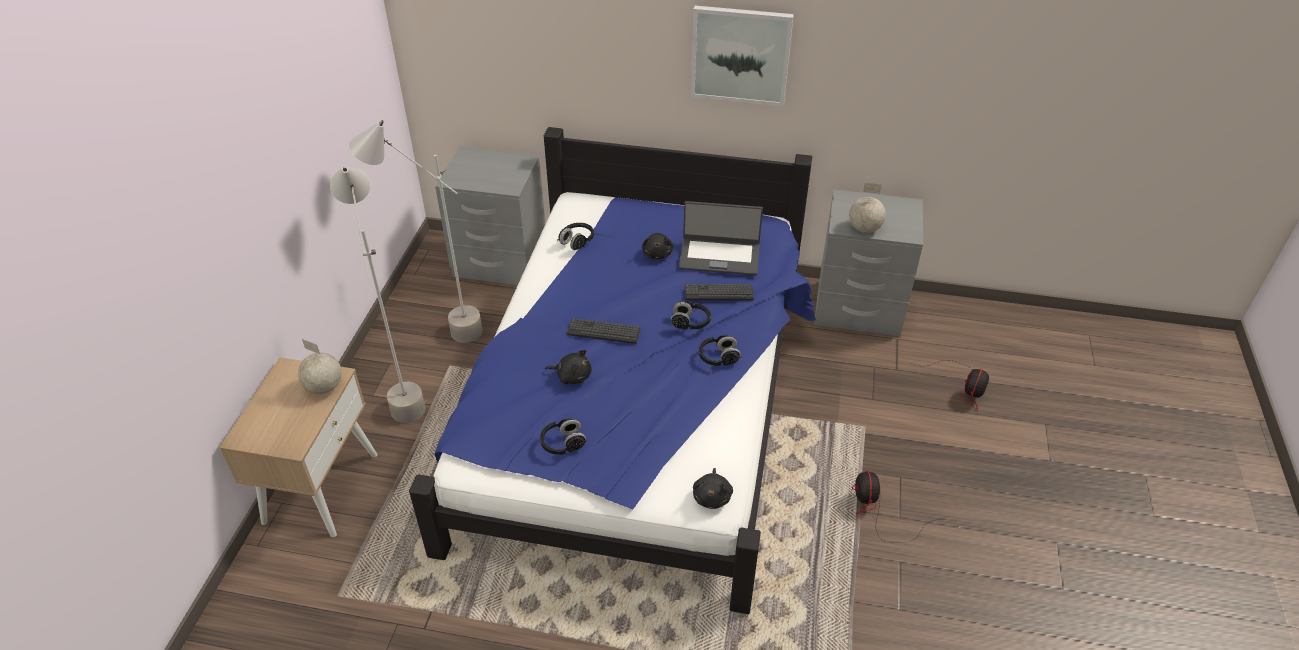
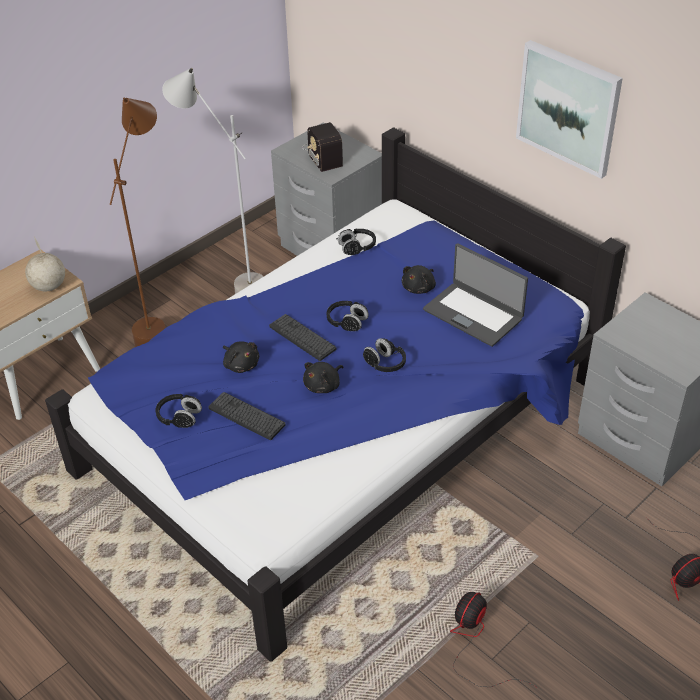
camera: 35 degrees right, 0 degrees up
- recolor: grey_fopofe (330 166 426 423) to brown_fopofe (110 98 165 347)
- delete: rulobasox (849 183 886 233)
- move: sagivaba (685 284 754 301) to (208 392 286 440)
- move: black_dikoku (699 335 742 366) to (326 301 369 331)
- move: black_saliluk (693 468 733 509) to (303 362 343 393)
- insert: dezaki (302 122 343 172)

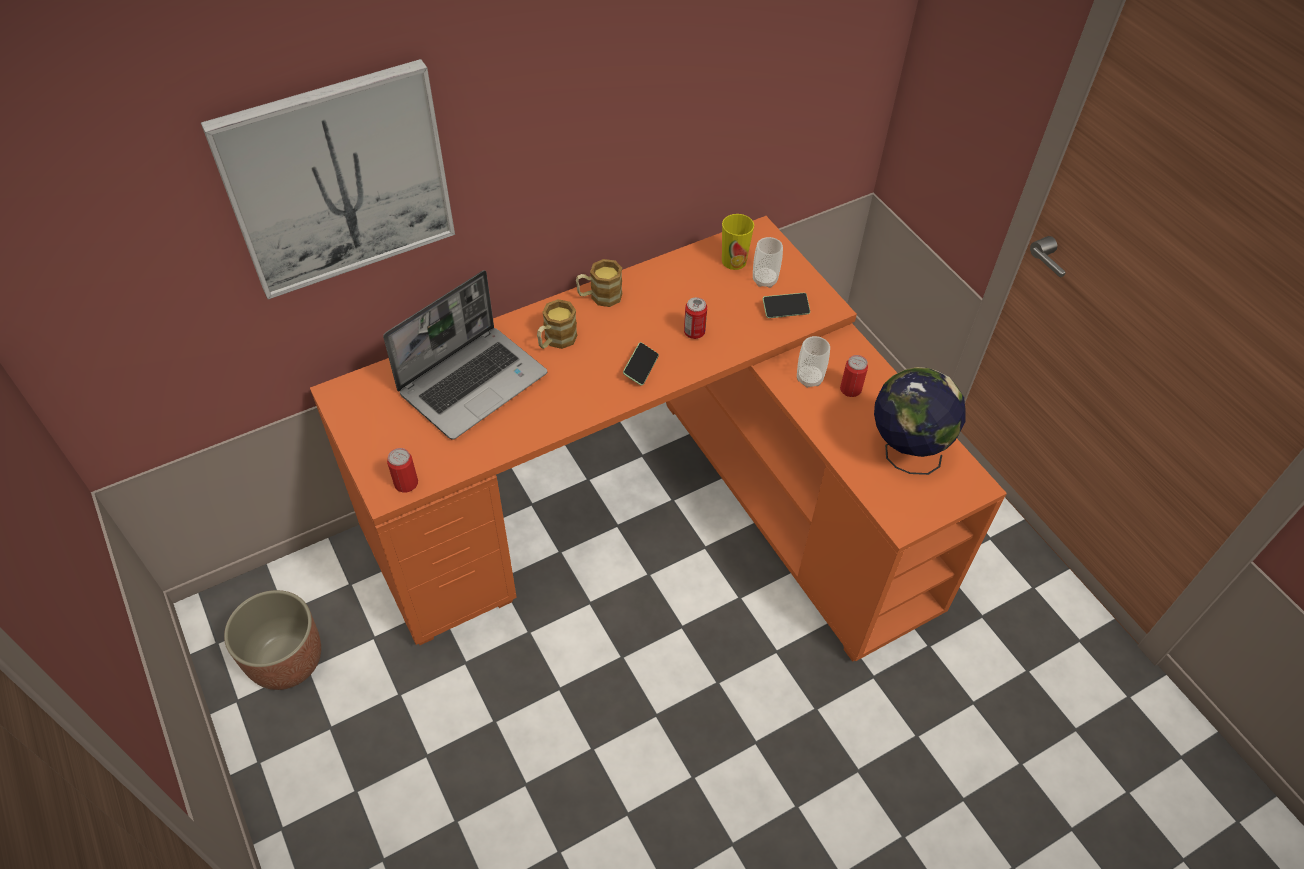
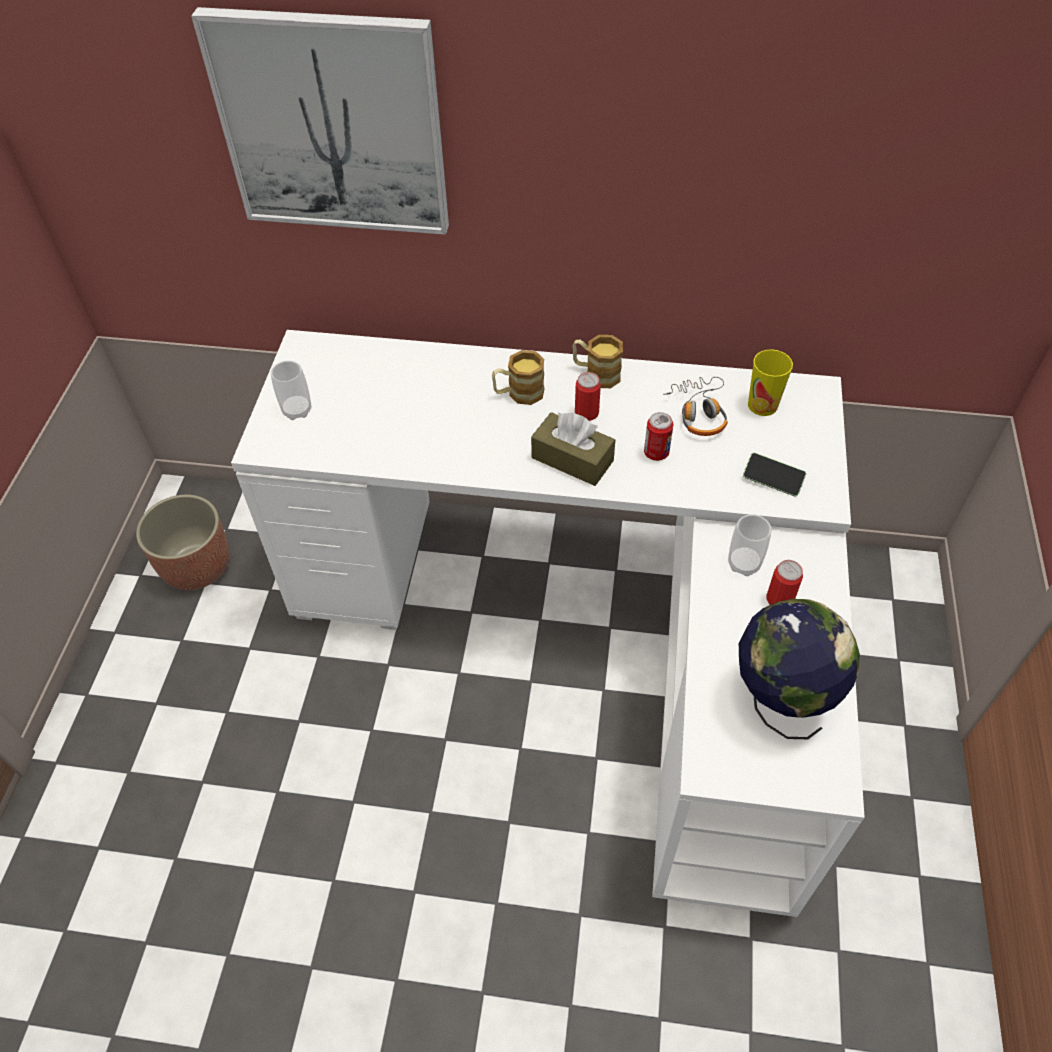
camera: 40 degrees right, 0 degrees up
- recolor: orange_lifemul (310 216 1007 662) to white_lifemul (231 330 864 917)
- move: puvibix (753 237 783 288) to (271 361 311 420)
- delete: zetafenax (383 270 547 440)
- replace: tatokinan (623 342 659 386) to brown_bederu (531 412 615 486)
- move: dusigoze (387 448 418 492) to (575 372 601 421)
- insert: dikoku (663 377 728 436)

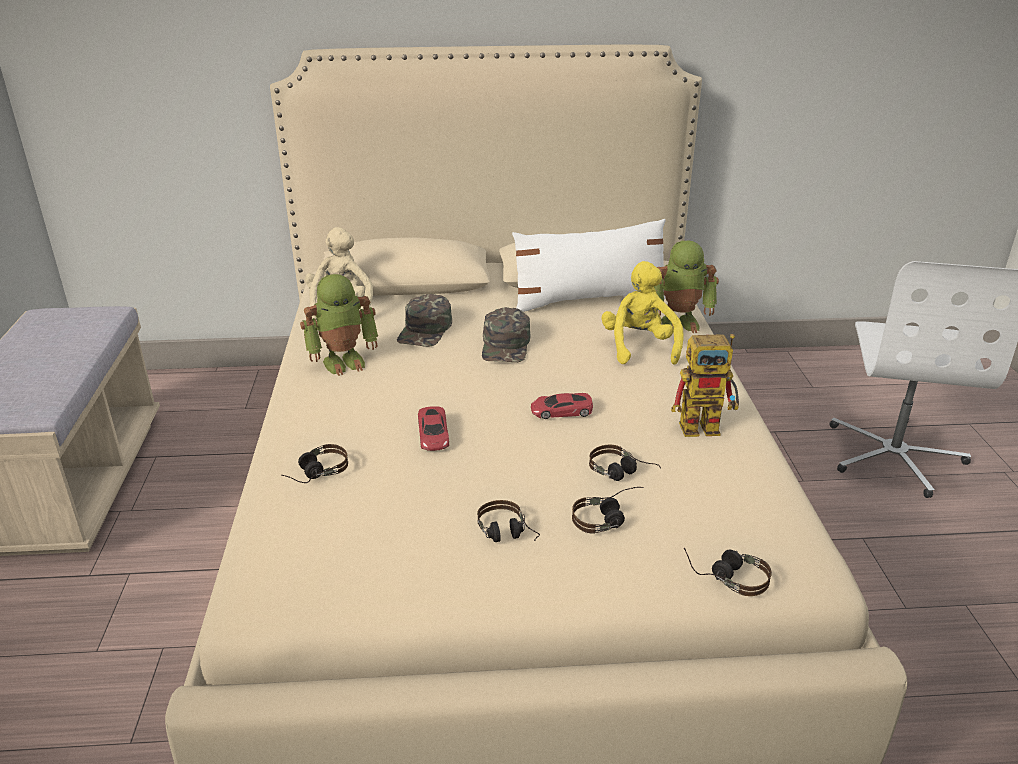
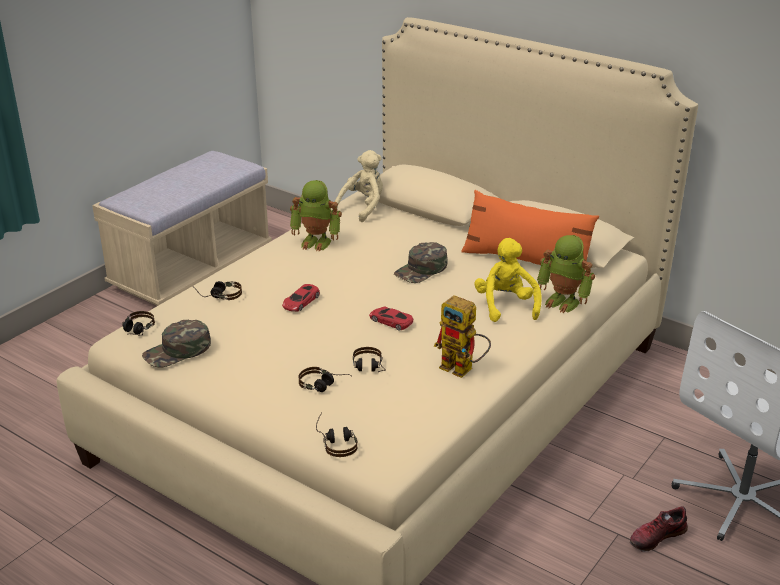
camera: 40 degrees right, 0 degrees up
- recolor: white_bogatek (512 219 666 312) to orange_bogatek (461 190 599 271)
- rotate: yellow_saliluk (602 261 684 365) = (474 238 542 322) 45 degrees counterclockwise
- move: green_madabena (397 294 452 347) to (142 320 211 367)
- move: dikoku (477 500 540 542) to (122 311 155 335)
- insert: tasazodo (630 506 688 552)

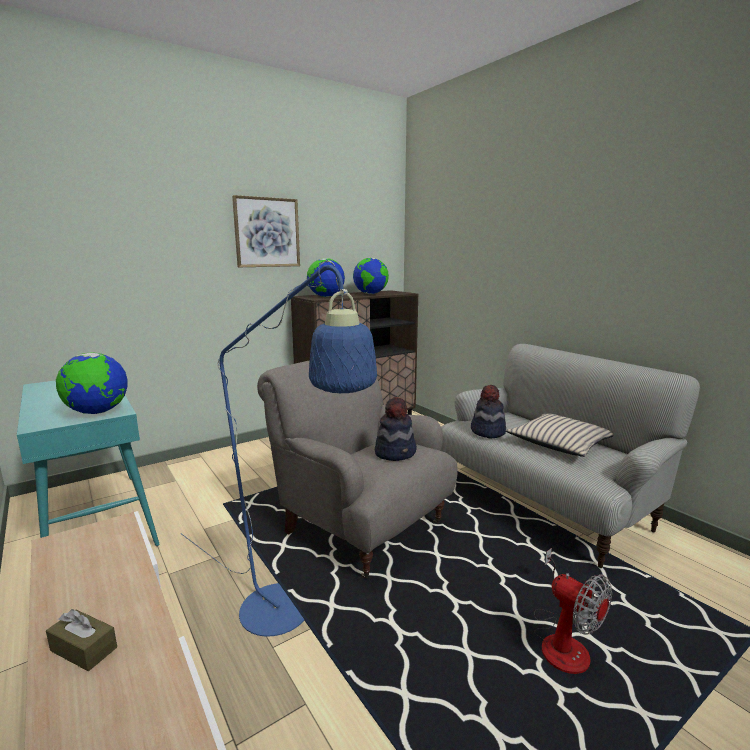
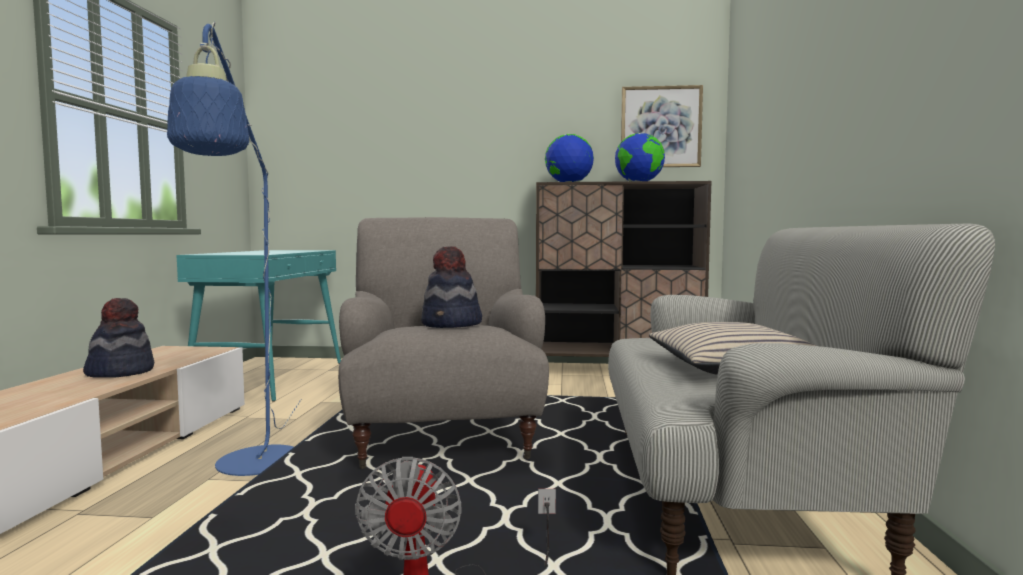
camera: 40 degrees right, 10 degrees down
- move: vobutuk (232 195 300 267) to (621 85 703 167)
- delete: rulobasox (56 352 128 414)
- move: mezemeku (471 385 506 438) to (83 298 154 378)
- delete: brown_bederu (46 609 117 671)

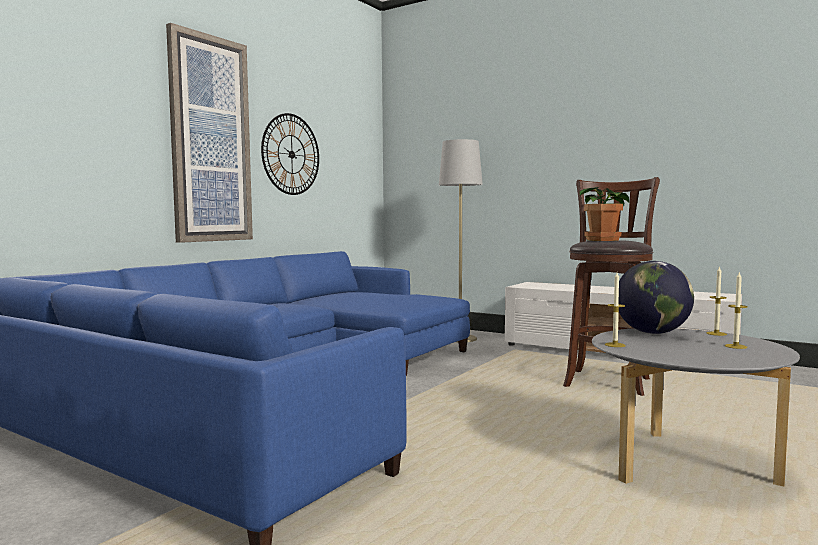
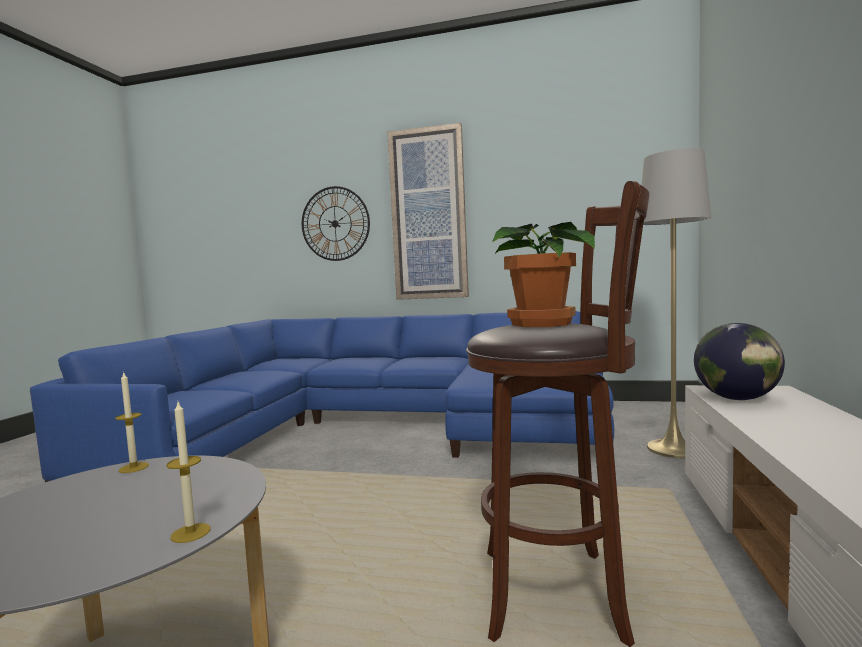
camera: 70 degrees right, 0 degrees up
- move: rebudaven (261 113 319 195) to (302 186 370 261)
- move: rulobasox (618 261 694 334) to (694 323 785 400)
- delete: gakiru (725 273 748 349)

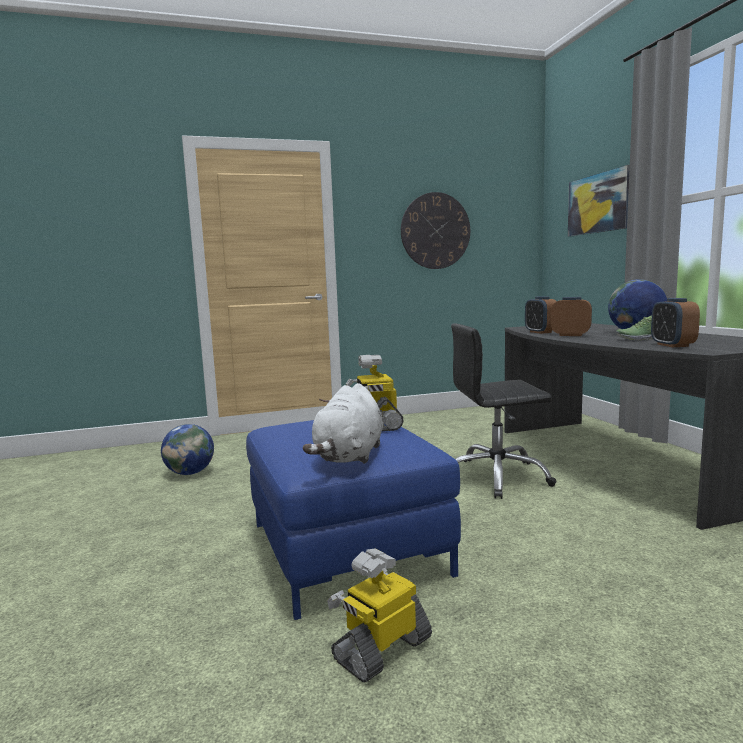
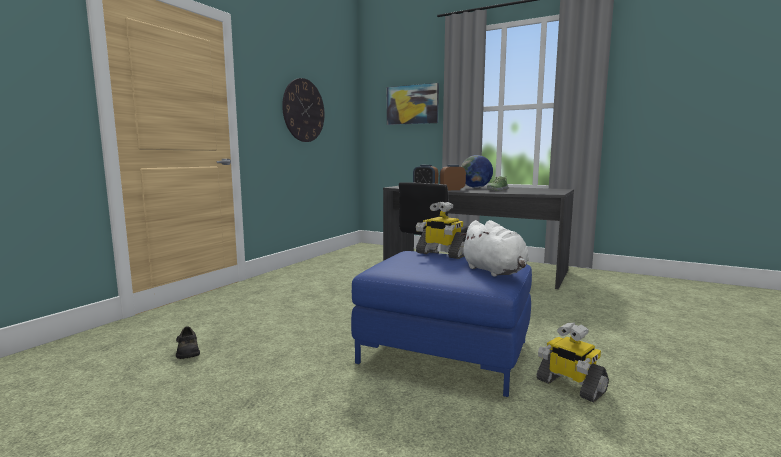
camera: 45 degrees left, 0 degrees up
- delete: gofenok (651 298 700 347)
- replace: rulobasox (161 424 214 475) to black_tasazodo (176 326 200 359)
- rotate: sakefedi (327 548 432 682) = (536 323 609 402) 45 degrees counterclockwise

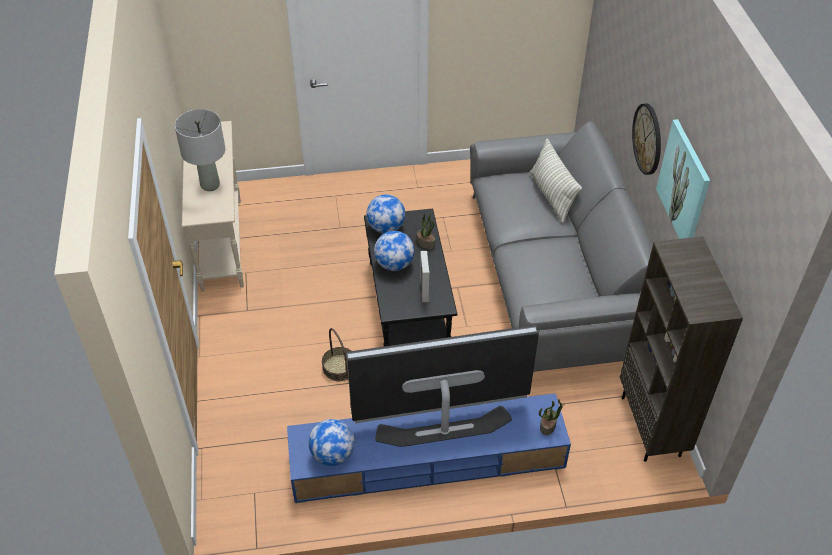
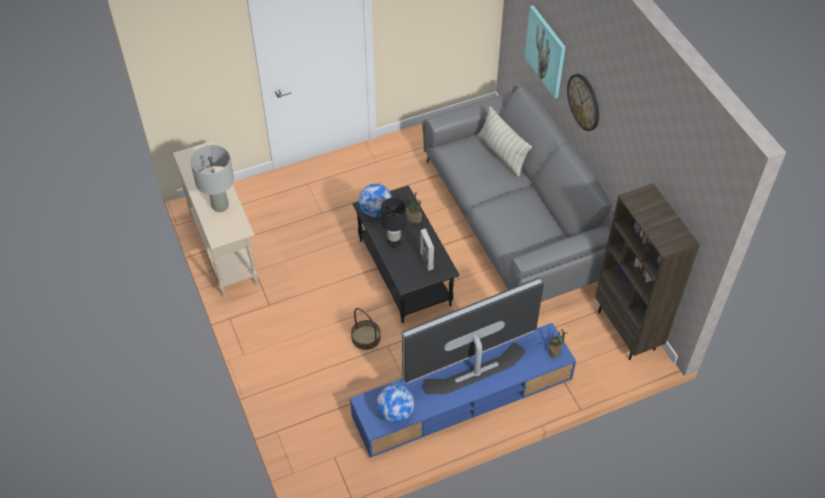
camera: 15 degrees left, 5 degrees up
- move: vobutuk (656 119 710 239) to (524 5 566 99)
- replace: rulobasox (374 231 414 271) to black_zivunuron (381 197 406 248)

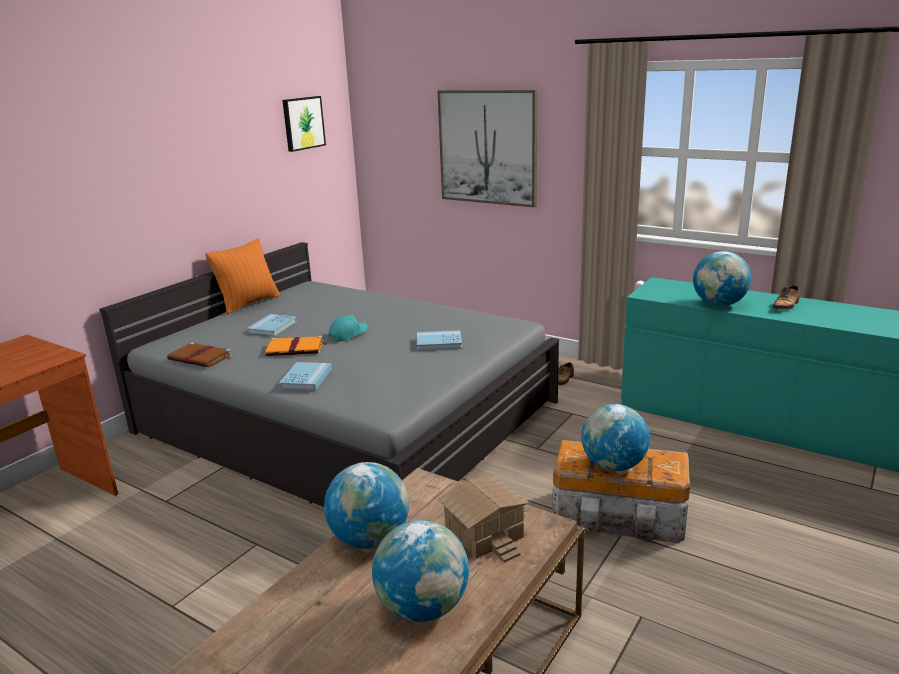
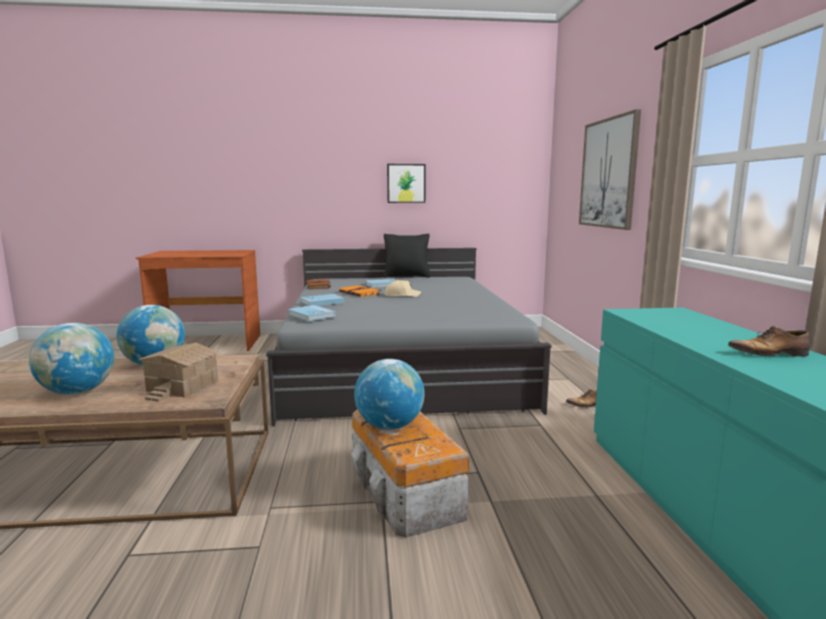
camera: 50 degrees right, 10 degrees down
- move: vobutuk (282 96 326 152) to (387 164 426 203)
- recolor: orange_bogatek (205 238 280 314) to black_bogatek (384 234 431 278)
- delete: rulobasox (693 251 751 306)
- recolor: turquoise_madabena (328 314 368 342) to beige_madabena (385 280 421 297)
- move: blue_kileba (417 330 462 351) to (288 305 336 322)

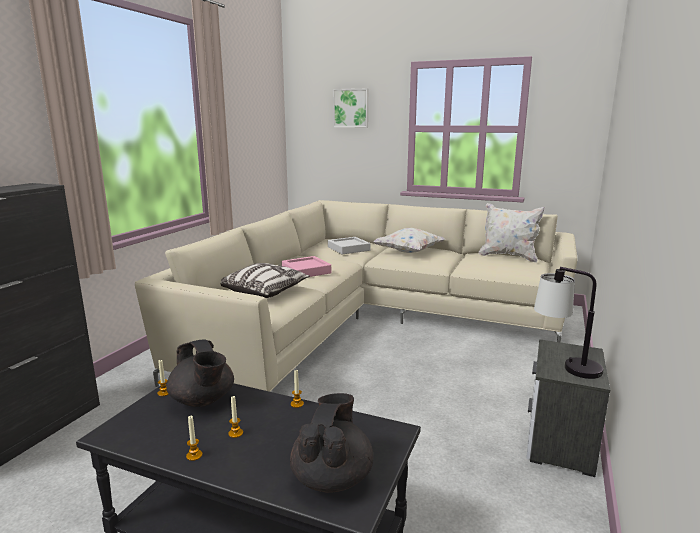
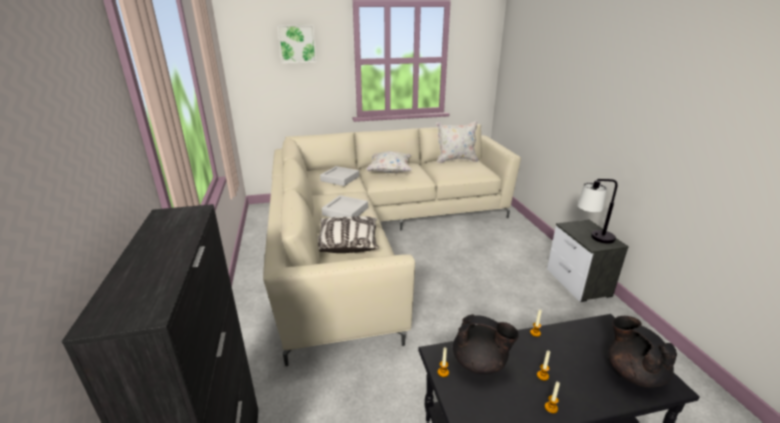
camera: 35 degrees left, 10 degrees up
- recolor: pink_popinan (282 256 331 277) to grey_popinan (322 195 368 217)

